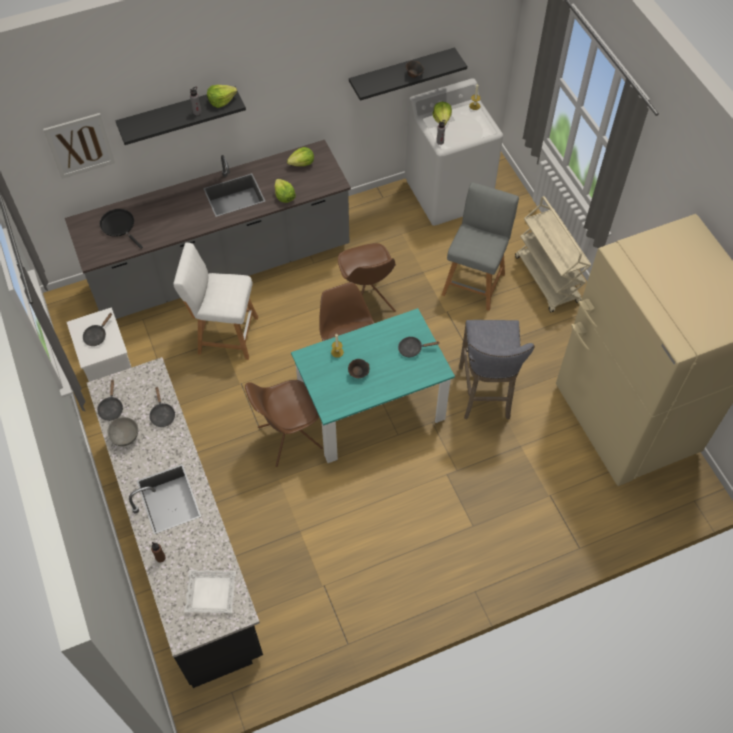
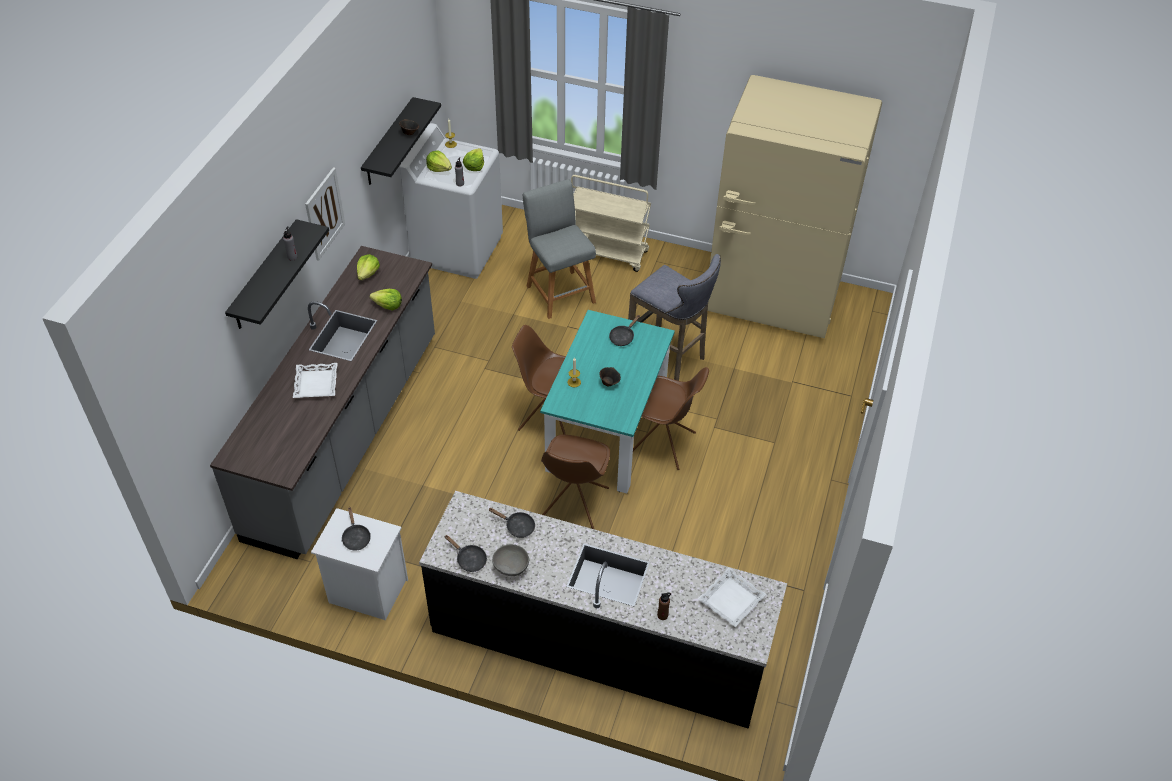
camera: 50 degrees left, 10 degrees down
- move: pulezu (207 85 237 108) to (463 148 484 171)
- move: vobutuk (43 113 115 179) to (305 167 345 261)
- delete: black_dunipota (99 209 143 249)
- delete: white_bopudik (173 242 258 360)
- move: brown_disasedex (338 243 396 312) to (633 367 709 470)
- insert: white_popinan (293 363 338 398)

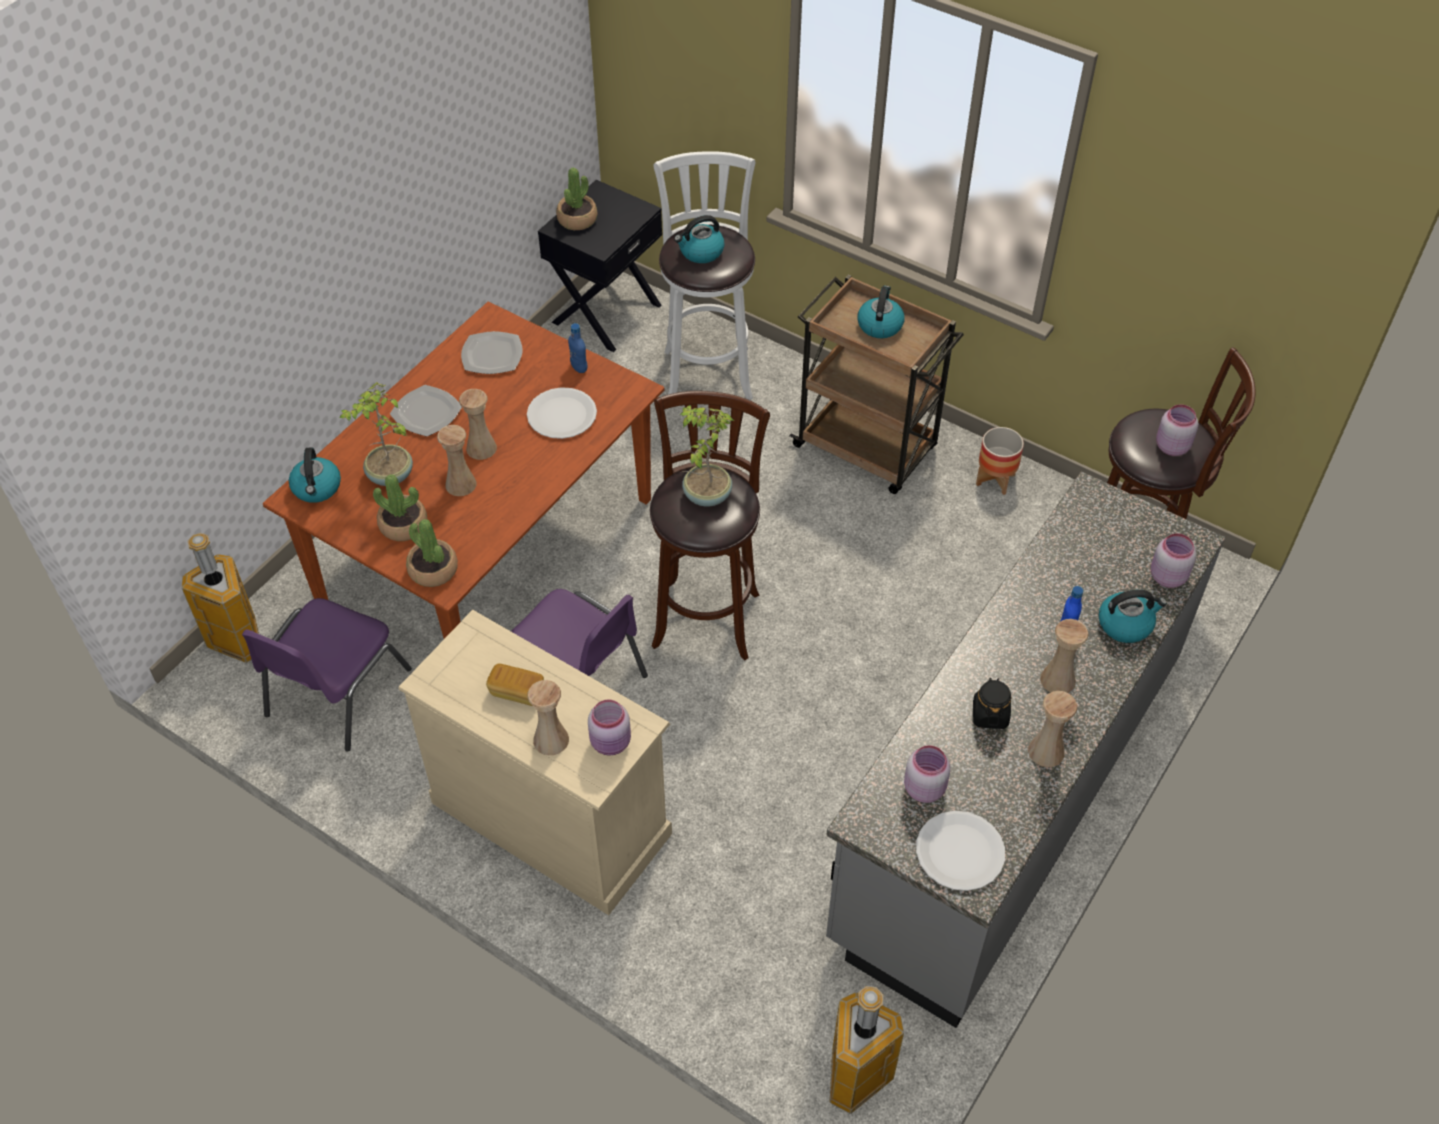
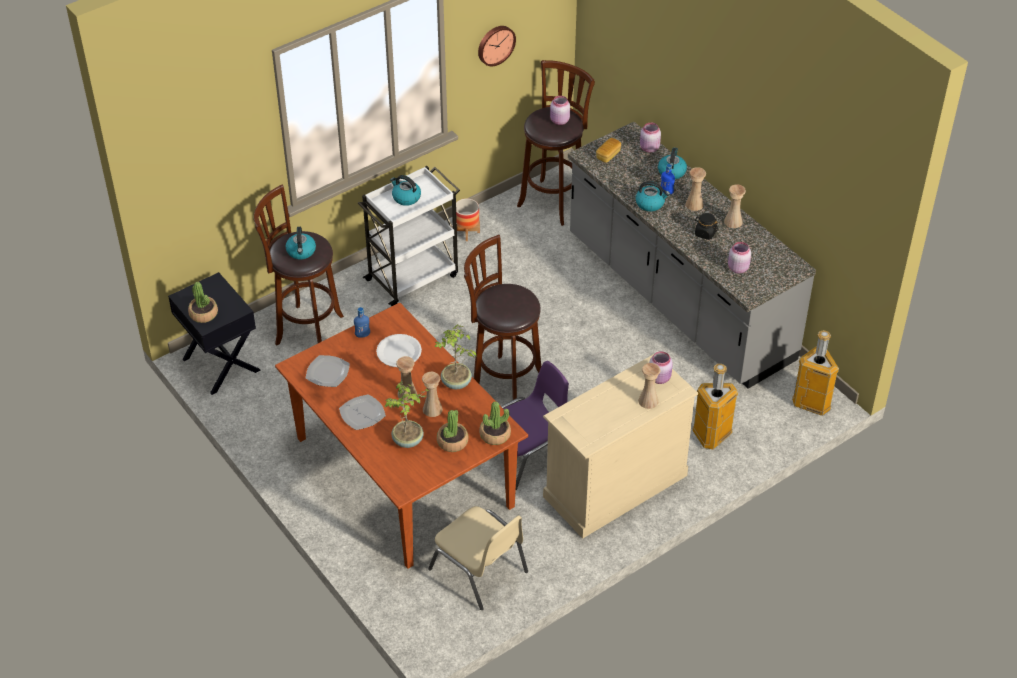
camera: 70 degrees left, 5 degrees down
- recolor: white_bopudik (654 151 755 400) to brown_bopudik (254 184 344 346)
- recolor: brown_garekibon (789 275 964 494) to white_garekibon (358 166 460 306)
- move: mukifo (680 405 734 507) to (434 324 476 389)
- move: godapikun (289 447 341 503) to (636 181 670 211)
- move: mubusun (182 533 259 663) to (692 364 738 449)
- recolor: purple_disasedex (242 598 412 751) to beige_disasedex (428 506 528 610)
- move: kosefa (486 663 544 706) to (596 138 621 163)
- delete: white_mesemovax (916 811 1005 891)
- insert: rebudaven (478 26 516 66)

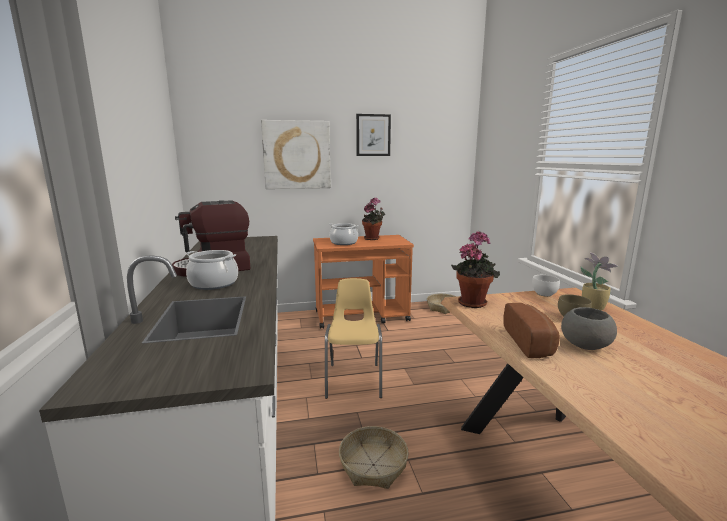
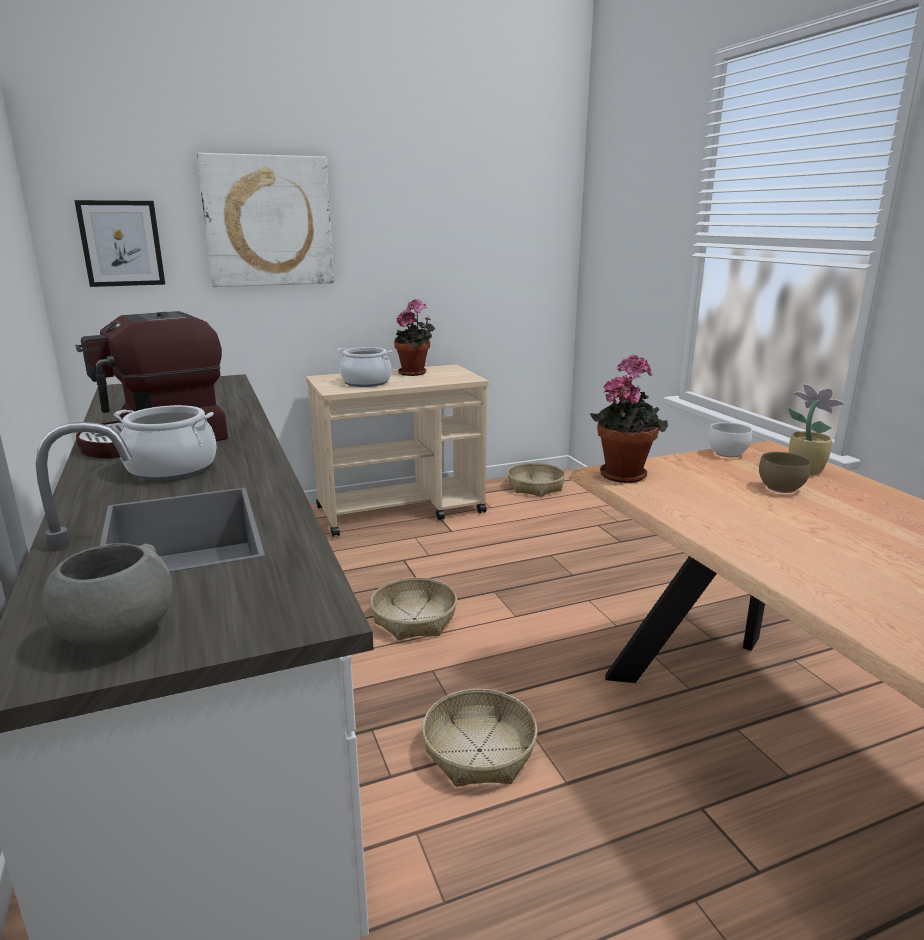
camera: 10 degrees left, 5 degrees up
- move: vobutuk (356 114 391 156) to (74 200 165 287)
- recolor: orange_garekibon (313 235 414 329) to beige_garekibon (306 364 489 537)
- replace: yellow_disasedex (325 278 382 399) to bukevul (371 578 457 640)
- delete: kosefa (504 303 560 358)
- move: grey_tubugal (561 307 617 350) to (42 543 173 649)

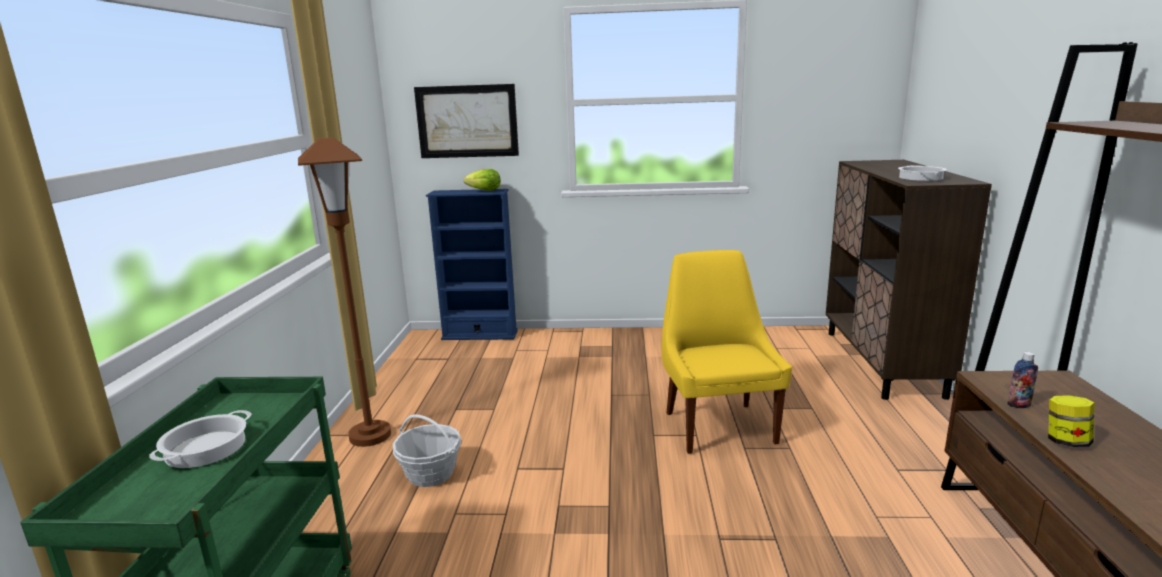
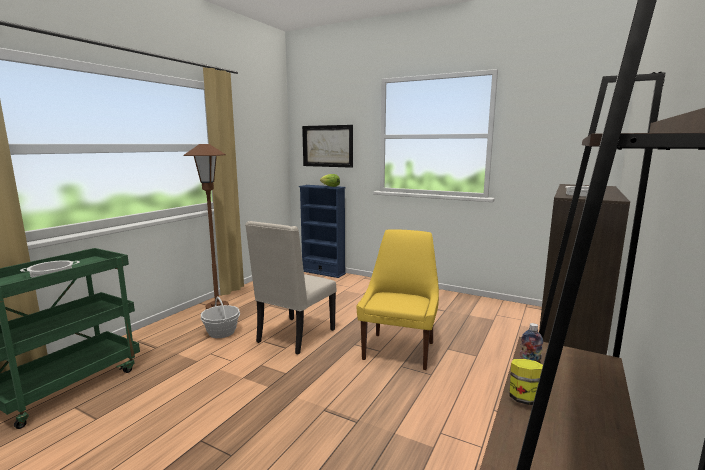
camera: 25 degrees right, 5 degrees down
- insert: beige_disasedex (245 221 336 355)

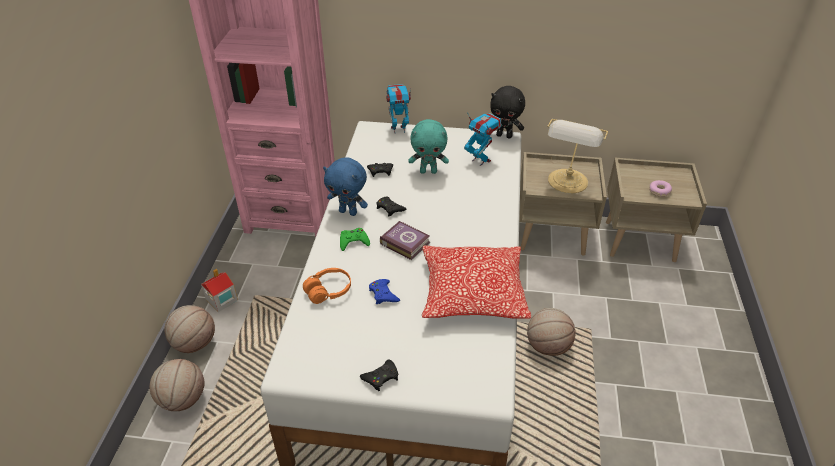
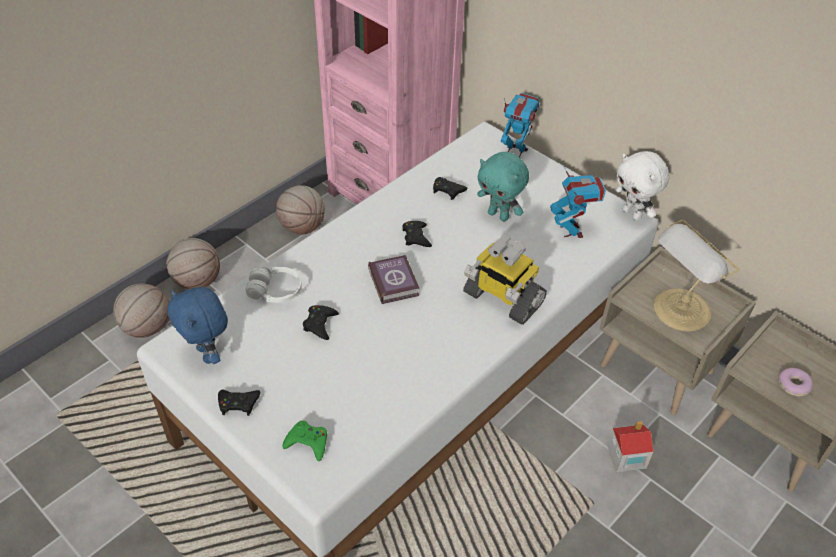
camera: 35 degrees right, 5 degrees up
- recolor: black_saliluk (490 86 525 138) to white_saliluk (615 151 670 221)
- move: blue_saliluk (323 157 368 216) to (168 287 228 364)
- move: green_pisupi (340 228 370 251) to (282 421 327 461)
- delete: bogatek (422 245 531 319)
- recolor: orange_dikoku (303 268 351 304) to white_dikoku (245 267 302 303)
- move: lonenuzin (201 269 238 312) to (607 421 654 472)
- recolor: blue_pisupi (369 279 400 304) to black_pisupi (303 305 339 340)
- move: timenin (527 308 576 356) to (276 185 325 235)
- insert: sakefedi (463 235 547 325)

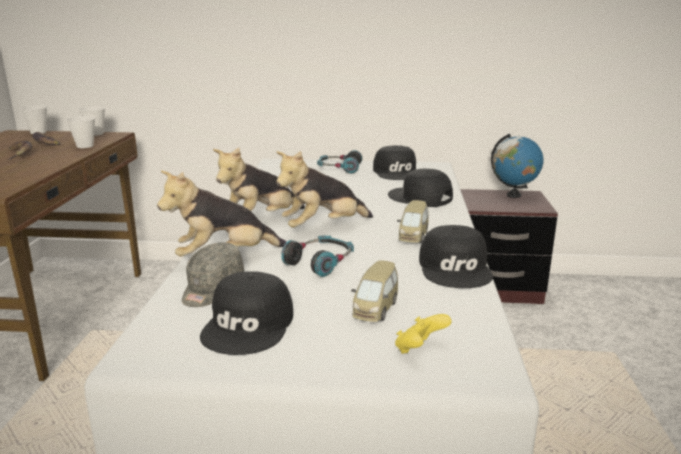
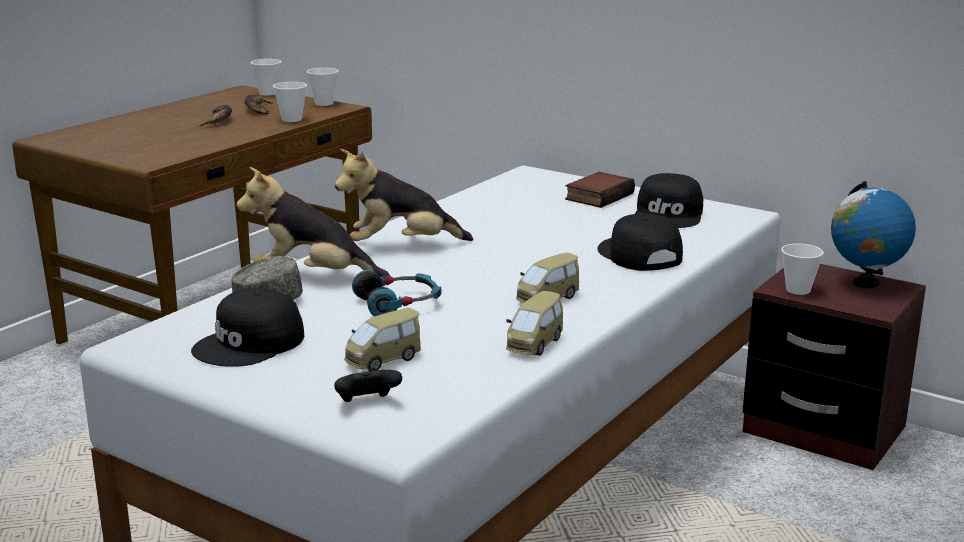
camera: 30 degrees right, 0 degrees up
- replace: dikoku (317 150 362 173) to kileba (565 172 635 208)
- delete: saliluk (276 151 373 228)
- replace: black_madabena (419 225 493 288) to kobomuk (506 291 563 356)
- recolor: yellow_pisupi (395 314 452 354) to black_pisupi (334 368 402 402)
- insert: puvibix (781 244 824 295)

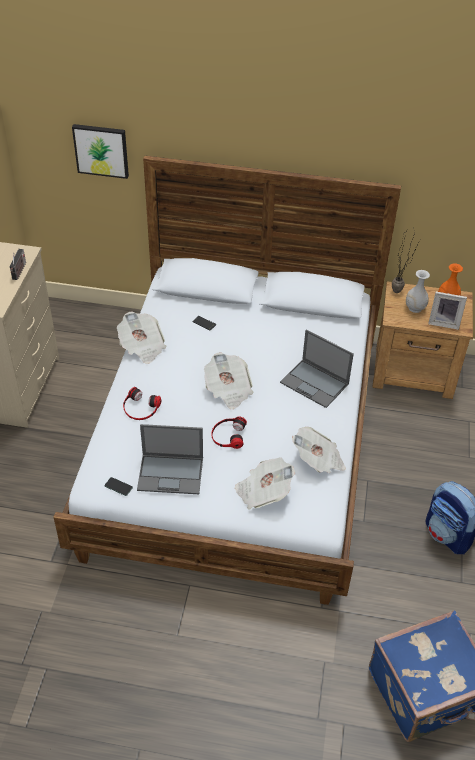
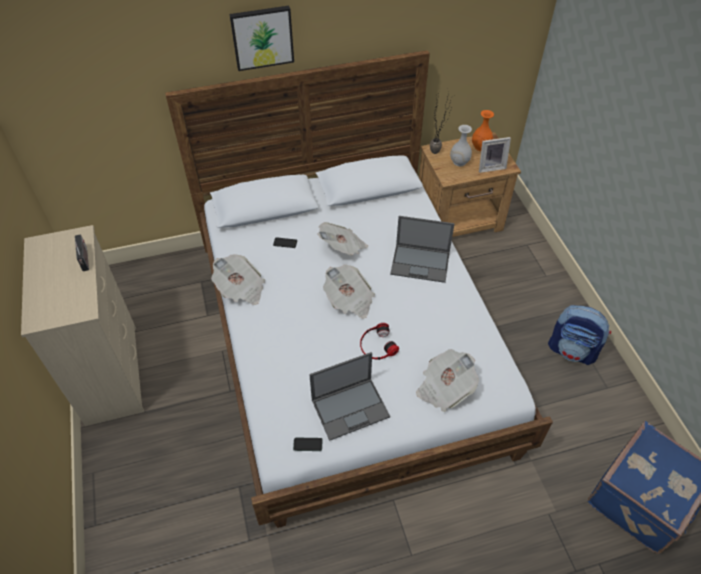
camera: 25 degrees left, 5 degrees up
- move: vobutuk (72 124 129 179) to (229 6 294 71)
- delete: dikoku (123 387 161 420)
- move: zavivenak (292 427 346 473) to (317 222 368 255)

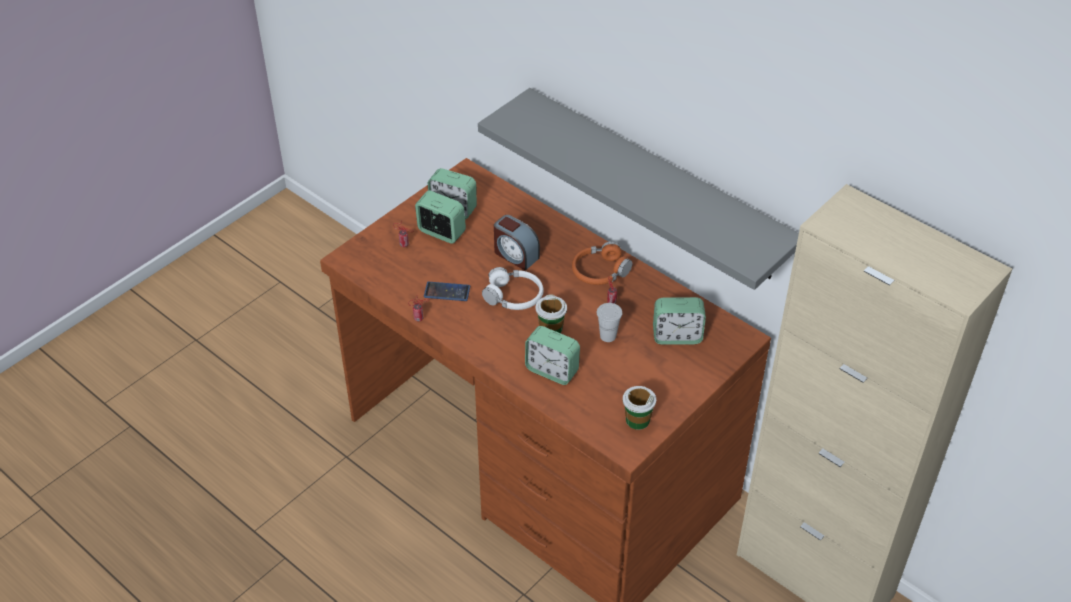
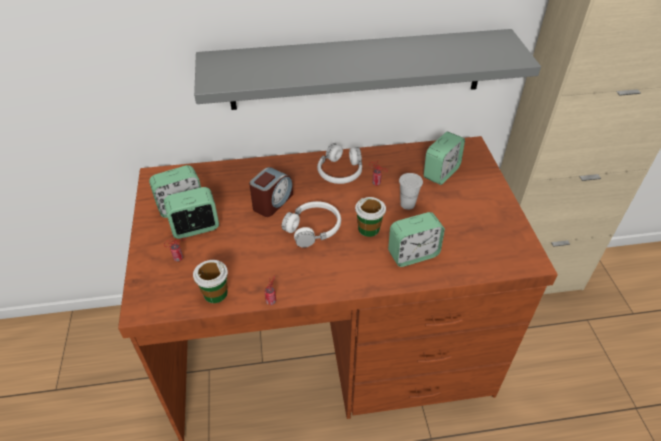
camera: 50 degrees left, 0 degrees up
- rotate: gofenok (494 215 540 271) = (249 167 293 217) 45 degrees counterclockwise
- recolor: orange_dikoku (572 241 632 285) to white_dikoku (317 143 362 184)
- delete: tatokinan (424 282 470 301)
- move: puvibix (623 386 656 430) to (193 260 228 303)

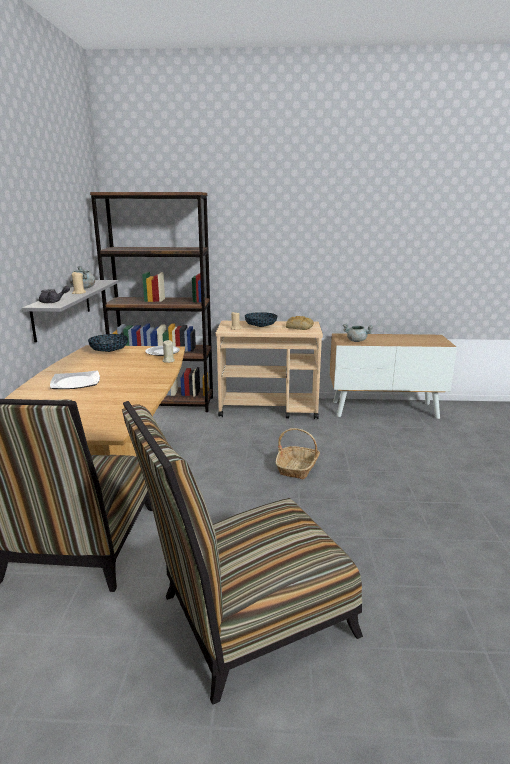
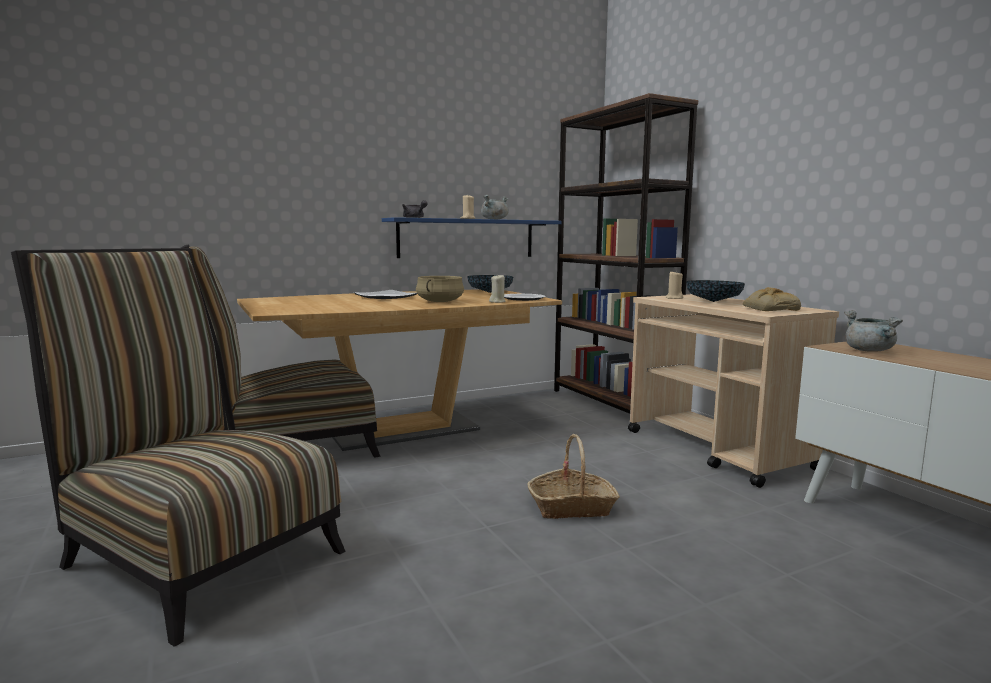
camera: 60 degrees right, 10 degrees down
- recolor: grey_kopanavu (22 280 119 343) to blue_kopanavu (382 217 562 258)
- insert: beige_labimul (416 276 464 302)

